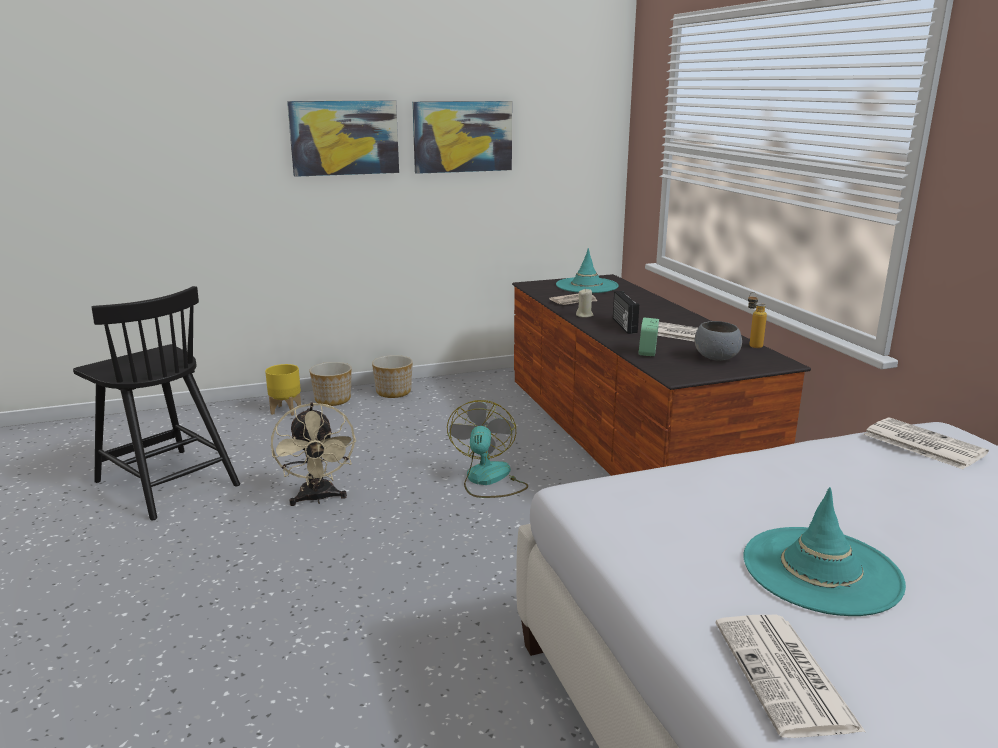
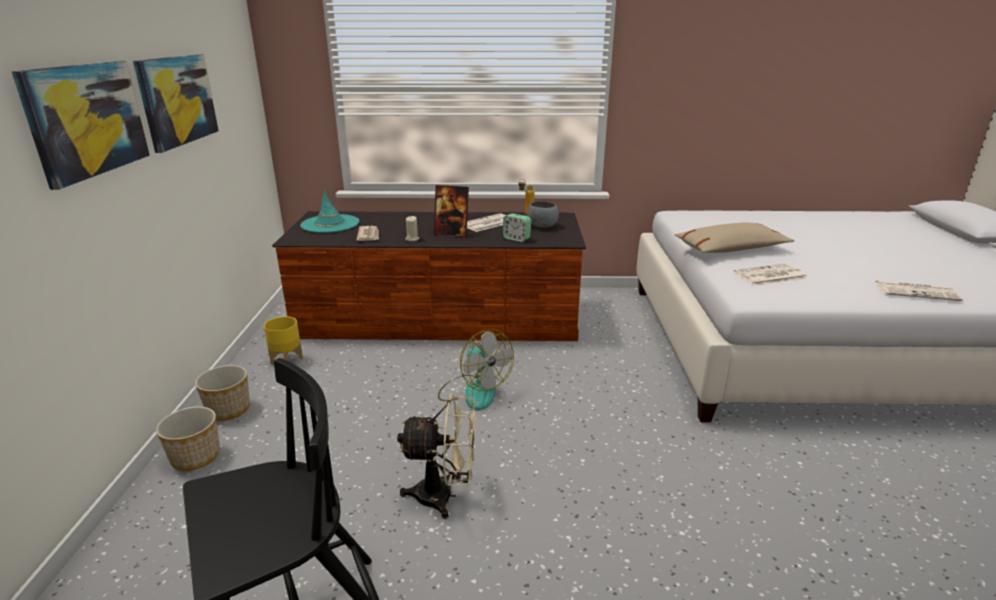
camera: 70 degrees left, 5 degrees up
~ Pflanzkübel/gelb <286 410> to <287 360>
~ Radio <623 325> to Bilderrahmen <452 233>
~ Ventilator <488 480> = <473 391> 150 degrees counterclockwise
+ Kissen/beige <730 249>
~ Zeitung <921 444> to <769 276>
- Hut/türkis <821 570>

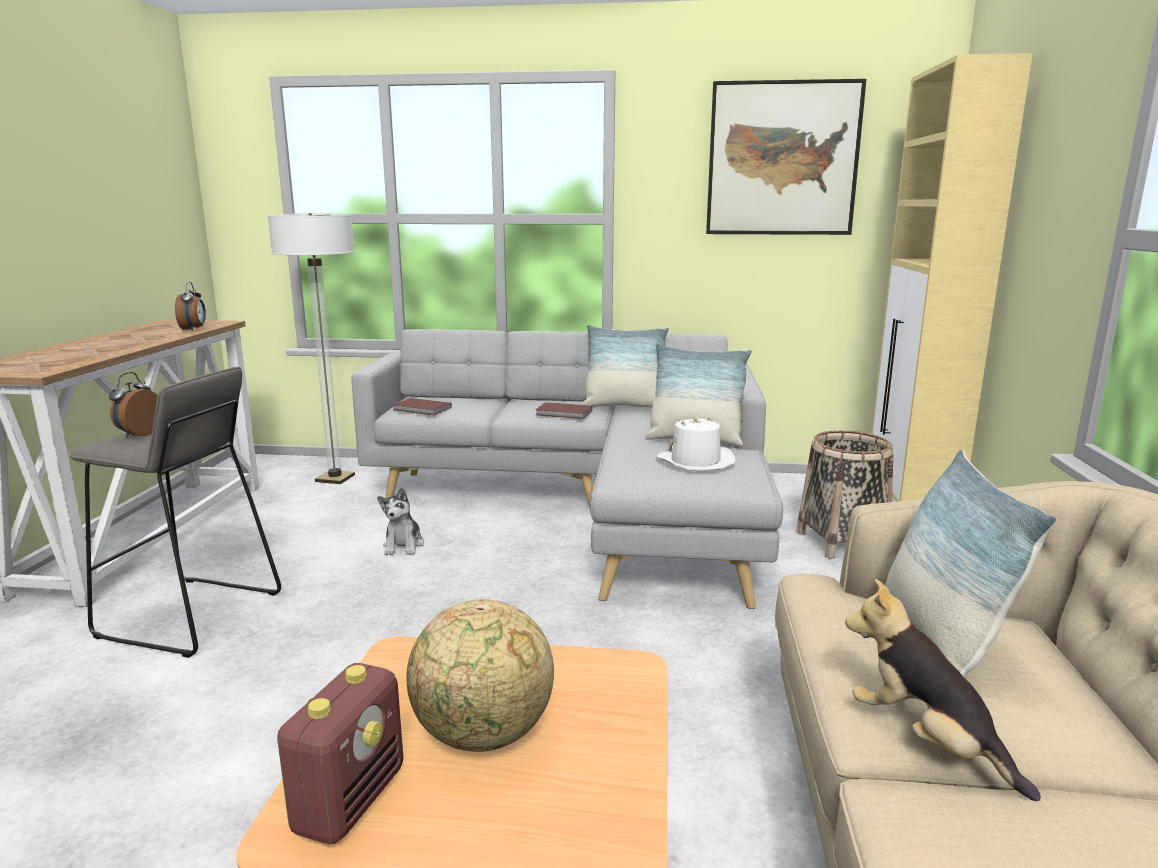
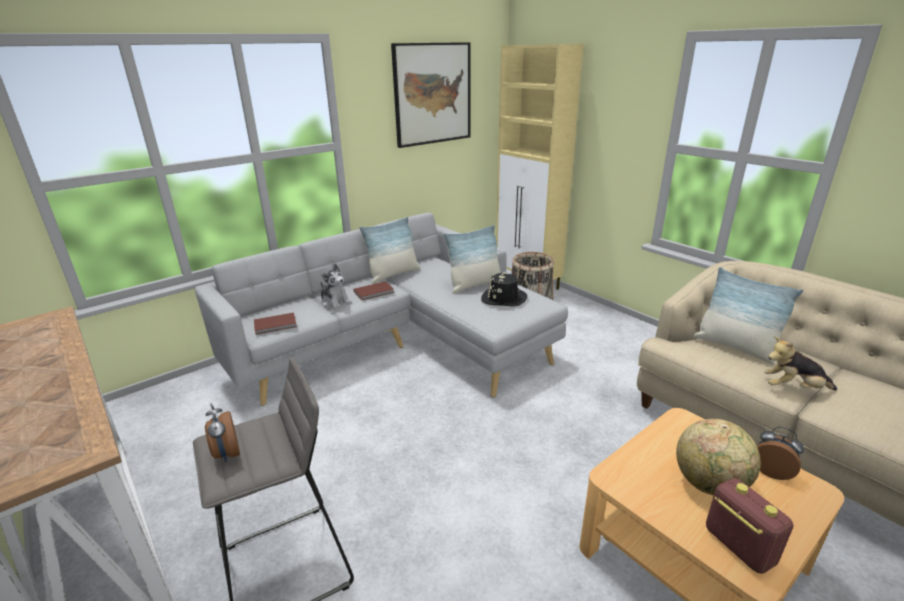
camera: 45 degrees left, 10 degrees up
~ Plüschtier <403 545> to <335 302>
~ Hut/weiß <695 461> to Hut/schwarz <503 298>
~ Wecker <194 329> to <771 471>
- Stehlampe <335 479>

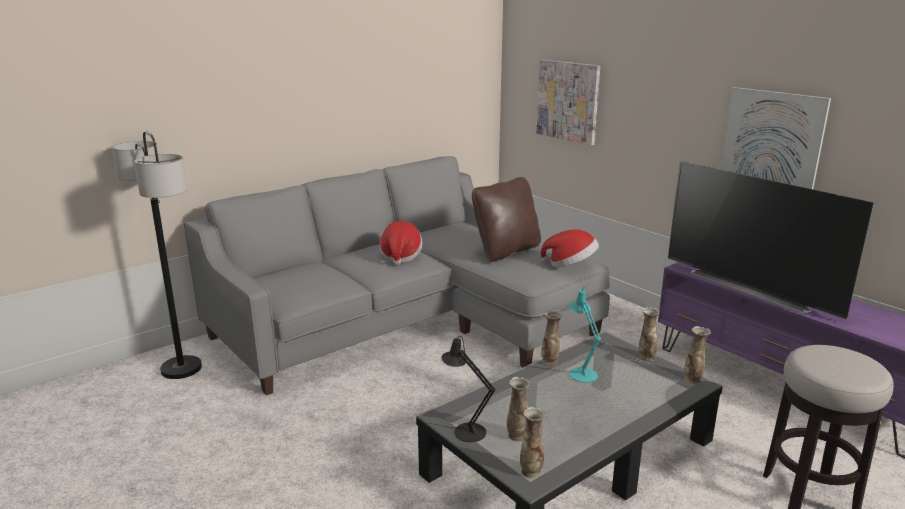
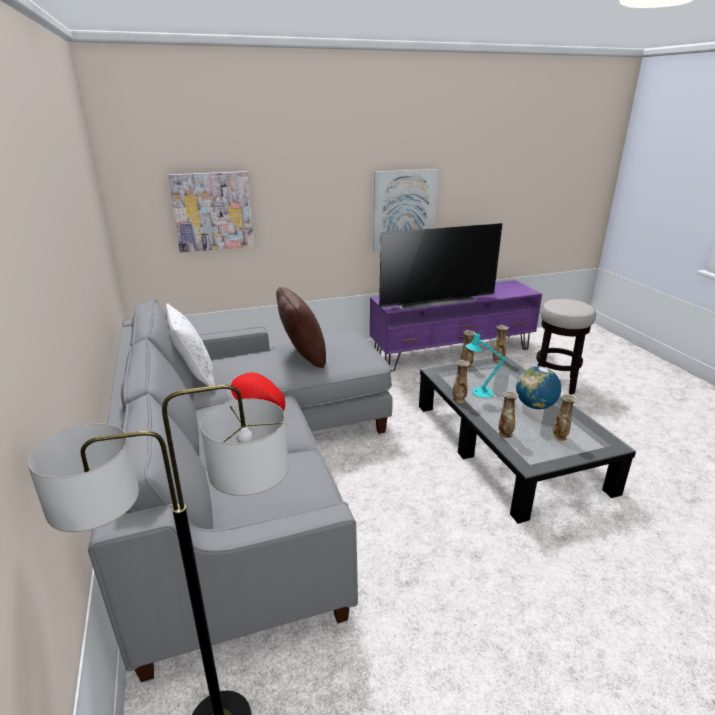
camera: 70 degrees left, 5 degrees up
+ Kissen/weiß <195 377>
~ Vase <531 471> to <505 434>
+ Globus <535 406>
- Tischlampe/schwarz <466 430>
- Hut <570 265>

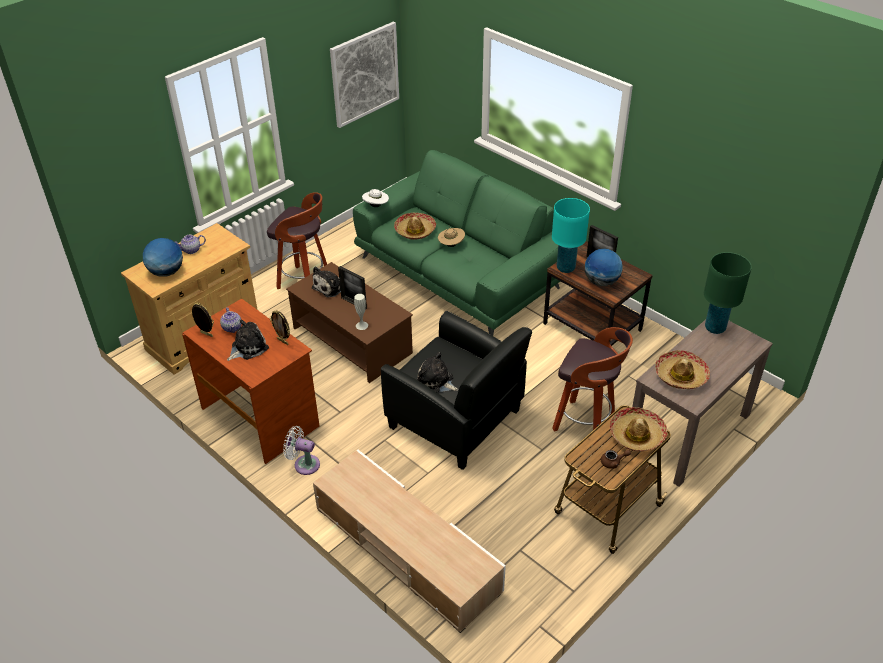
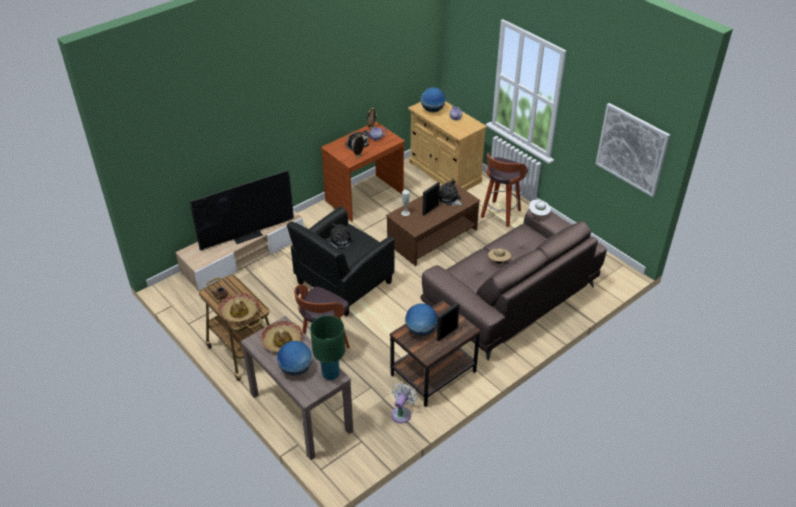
camera: 95 degrees right, 0 degrees up
+ Fernseher <247 235>
+ Globus <295 369>
~ Ventilator/weiß <304 464> to <402 413>
~ Sofa/grün <459 273> to Sofa/braun <510 298>
- Hut <415 230>
- Tischlampe/türkis <565 268>

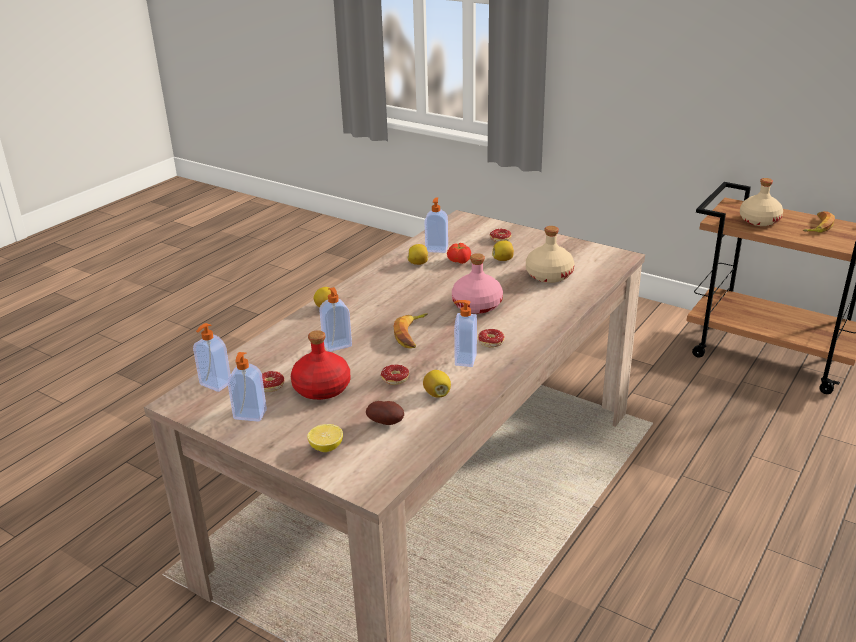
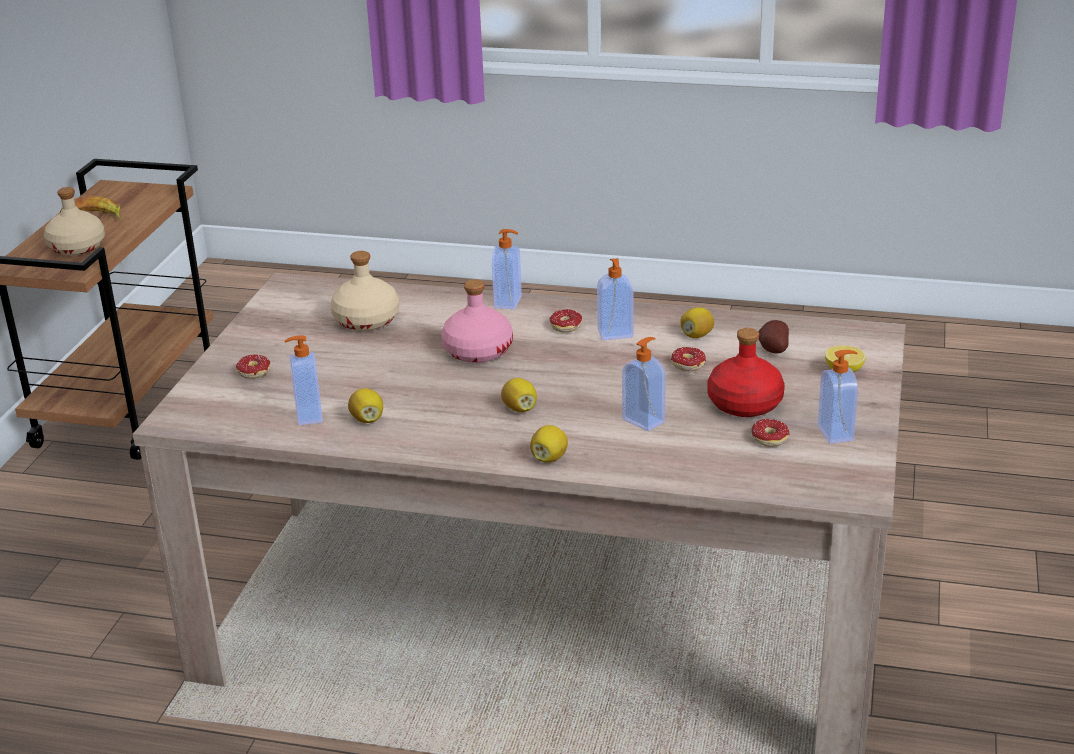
camera: 110 degrees left, 0 degrees up
~ Seifenspender <215 384> to <509 302>
~ Zitrone <503 259> to <519 409>
- Banane <411 334>
- Tomate <459 261>

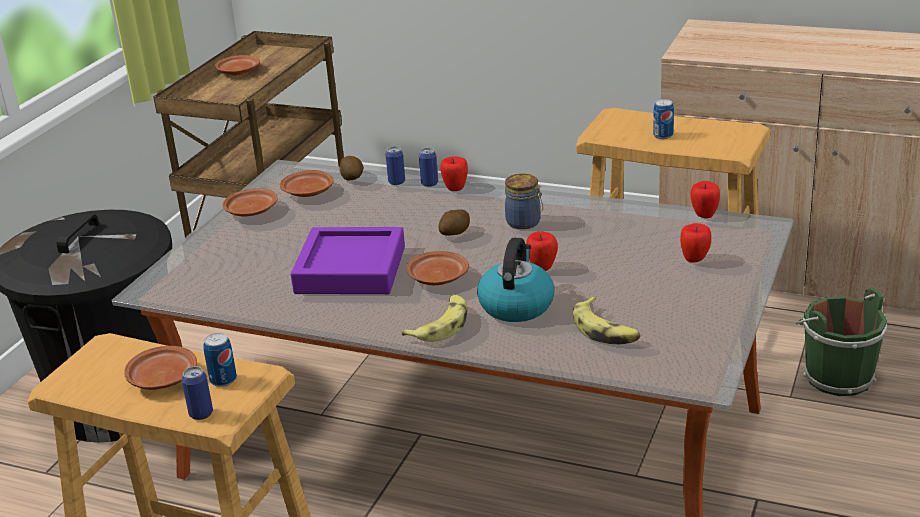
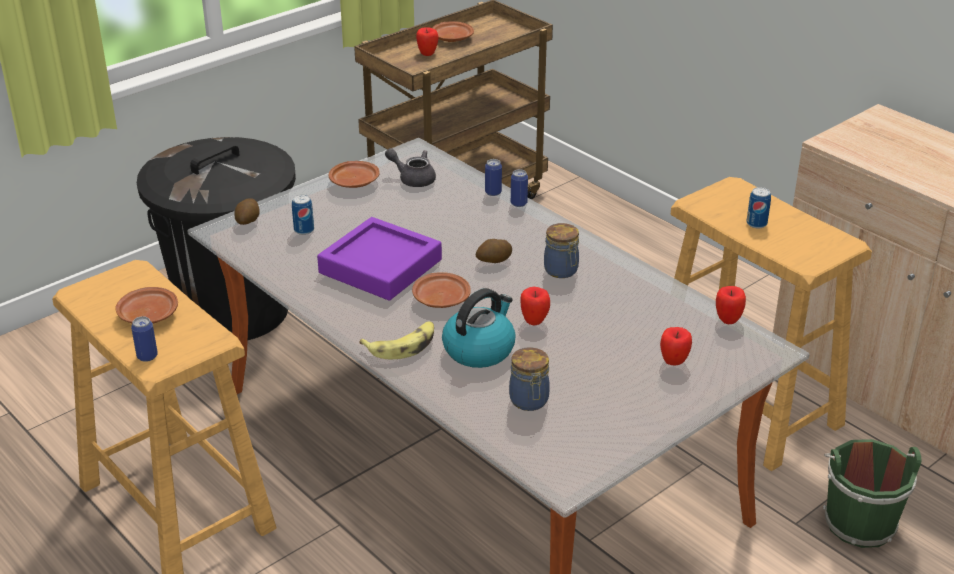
camera: 25 degrees right, 5 degrees up
~ Kartoffel <352 178> to <248 221>
~ Dose <223 380> to <304 230>
~ Teller/braun <308 192> to Teekanne/grau <413 179>
~ Apfel <455 188> to <427 53>
~ Banane <605 330> to Vorratsglas <529 401>

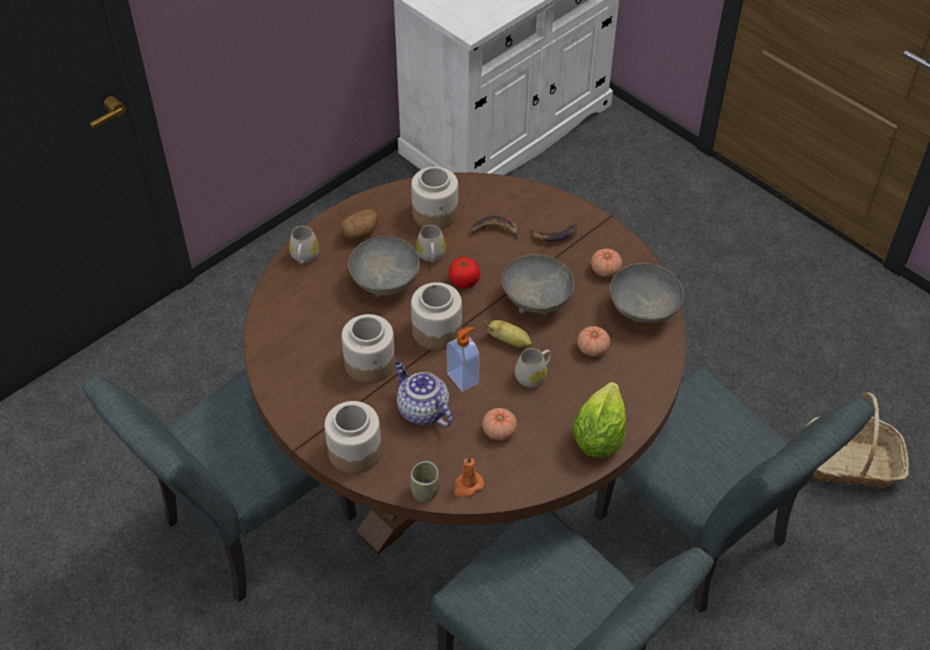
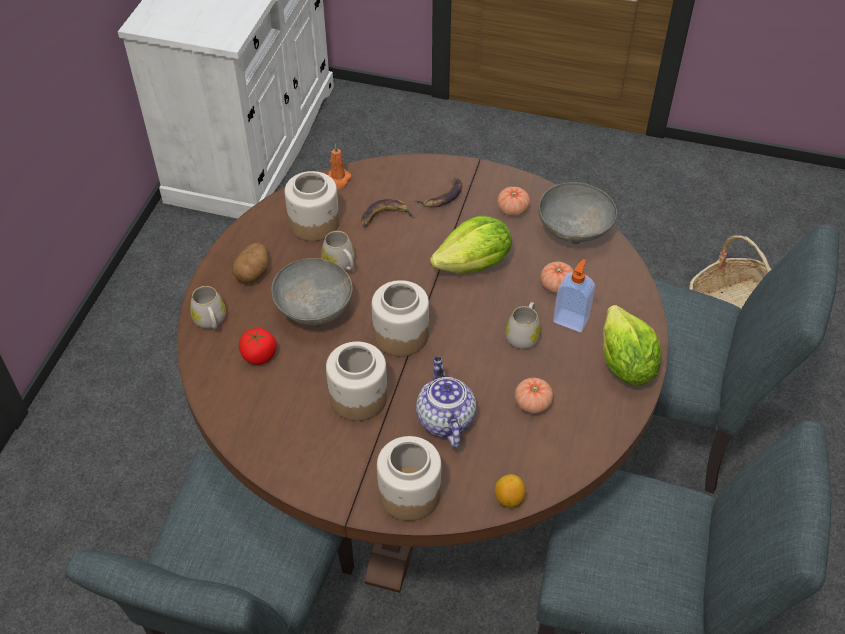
camera: 30 degrees left, 0 degrees up
~ Tomate <464 281> to <259 355>
~ Kerze/orange <467 486> to <338 180>
~ Teekanne <422 410> = <444 419> 60 degrees clockwise
~ Schüssel/grau <537 302> to Salatkopf <474 265>
~ Tasse <425 492> to Zitrone <509 499>
~ Seifenspender <463 378> to <571 319>
- Banane <509 341>

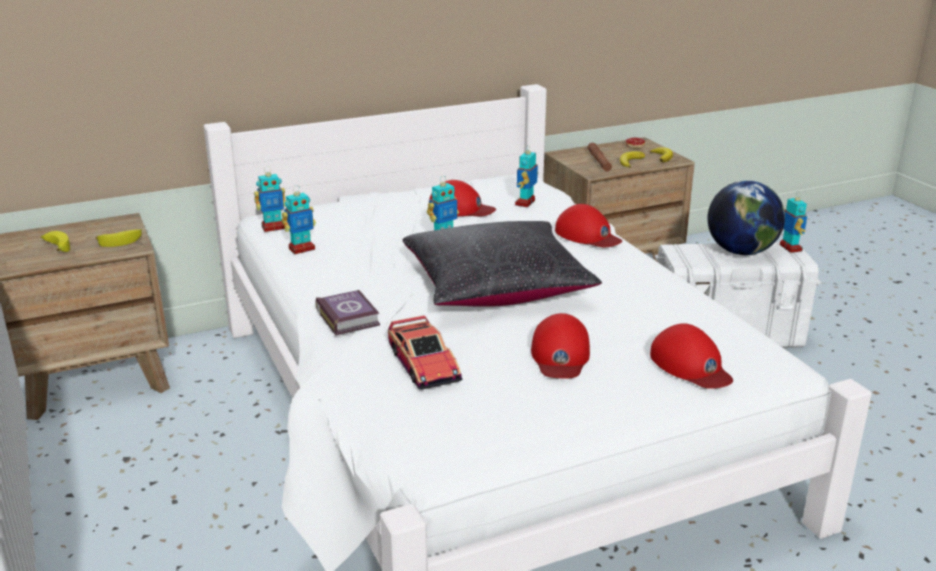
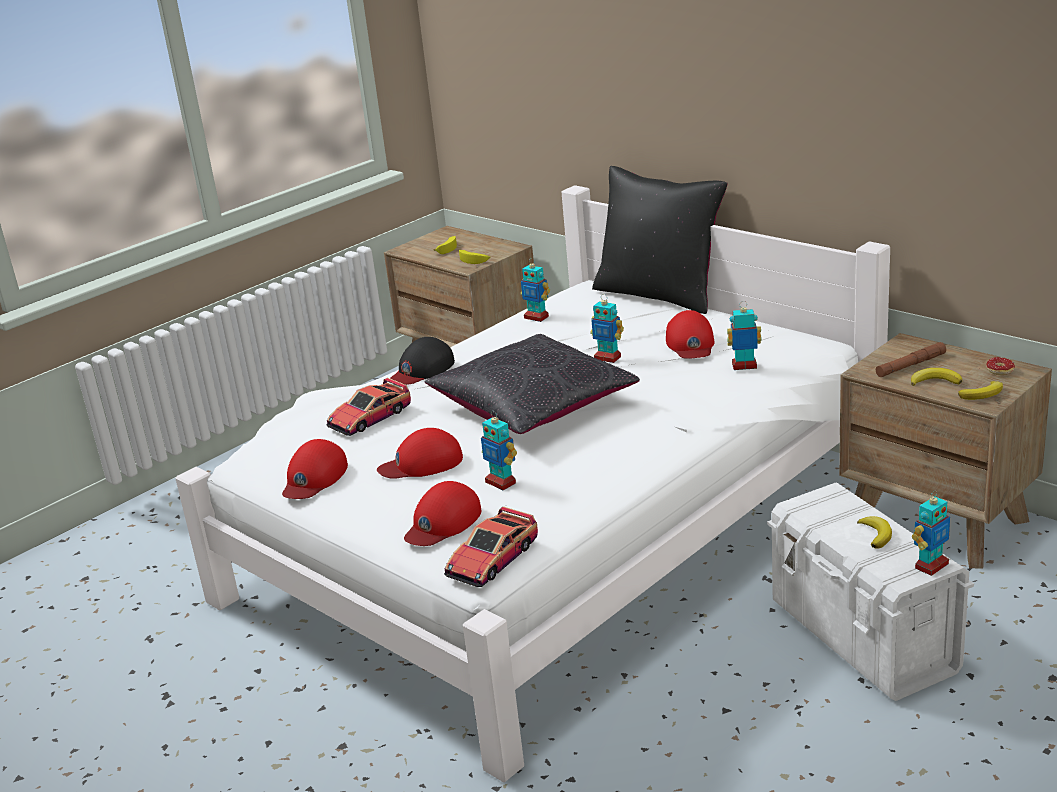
camera: 70 degrees right, 0 degrees up
~ Kappe/rot <587 235> to <314 478>
~ Buch <348 317> to Kappe/schwarz <422 369>
+ Spielzeugauto <492 559>
~ Spielzeugroboter <273 227> to <501 482>
+ Kissen/schwarz <659 294>
~ Globus <741 251> to Banane <876 534>

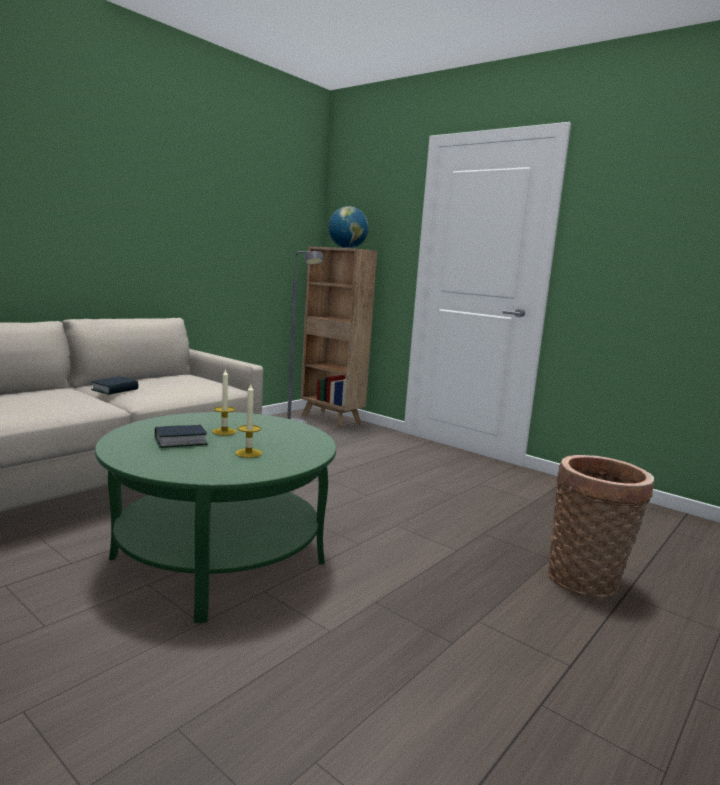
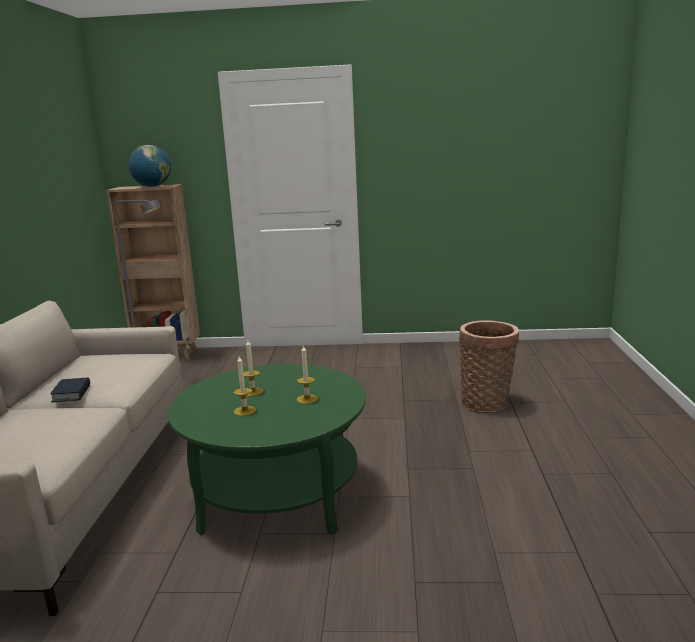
camera: 35 degrees left, 5 degrees up
~ Buch <180 441> to Kerze <245 411>

